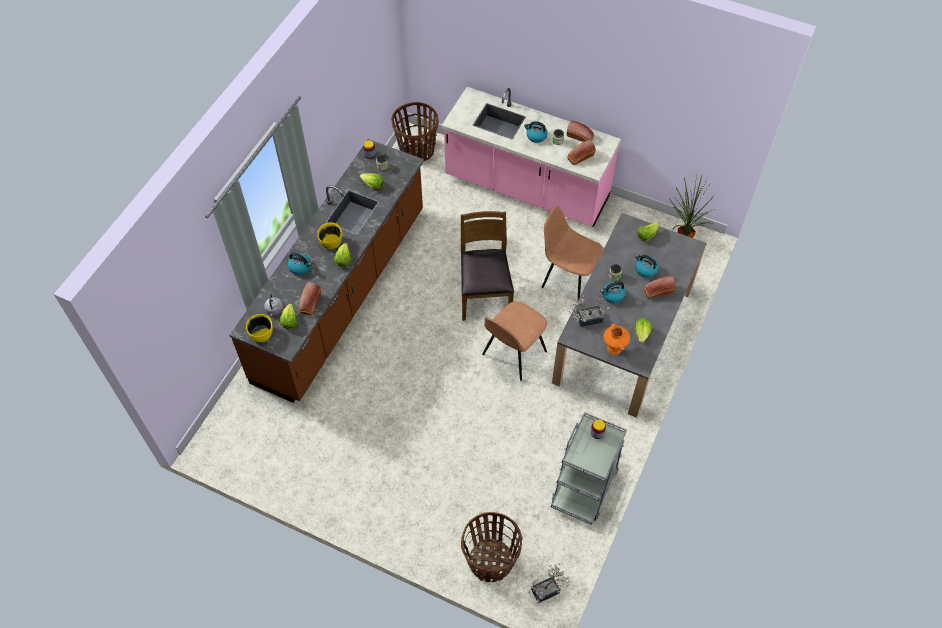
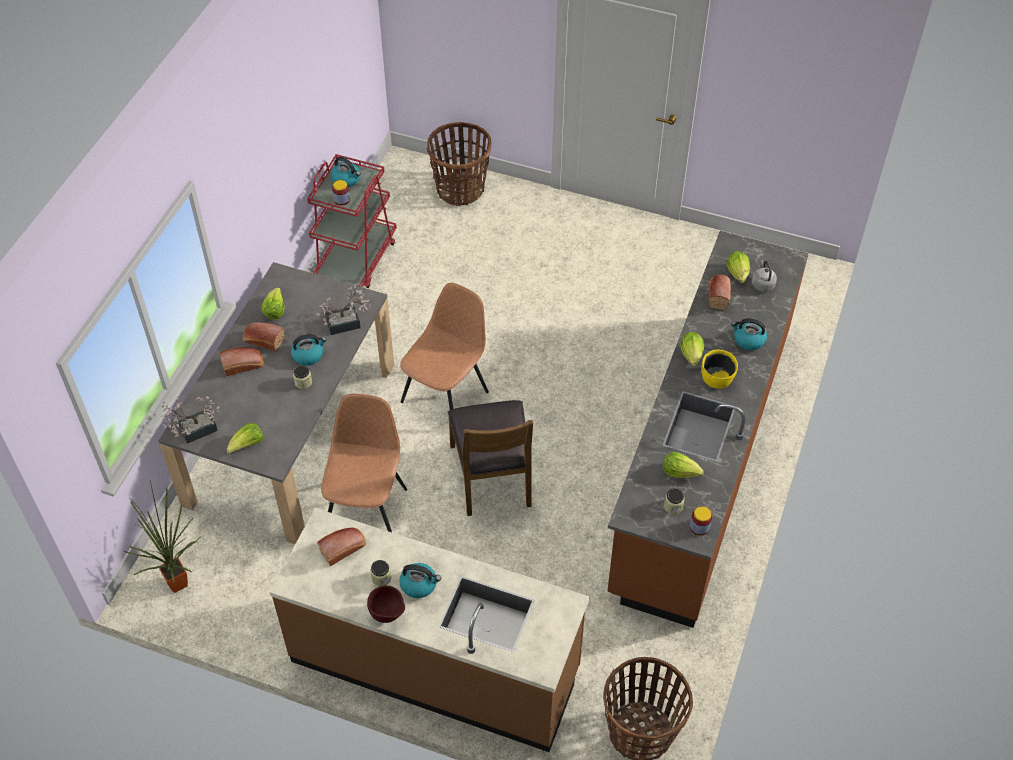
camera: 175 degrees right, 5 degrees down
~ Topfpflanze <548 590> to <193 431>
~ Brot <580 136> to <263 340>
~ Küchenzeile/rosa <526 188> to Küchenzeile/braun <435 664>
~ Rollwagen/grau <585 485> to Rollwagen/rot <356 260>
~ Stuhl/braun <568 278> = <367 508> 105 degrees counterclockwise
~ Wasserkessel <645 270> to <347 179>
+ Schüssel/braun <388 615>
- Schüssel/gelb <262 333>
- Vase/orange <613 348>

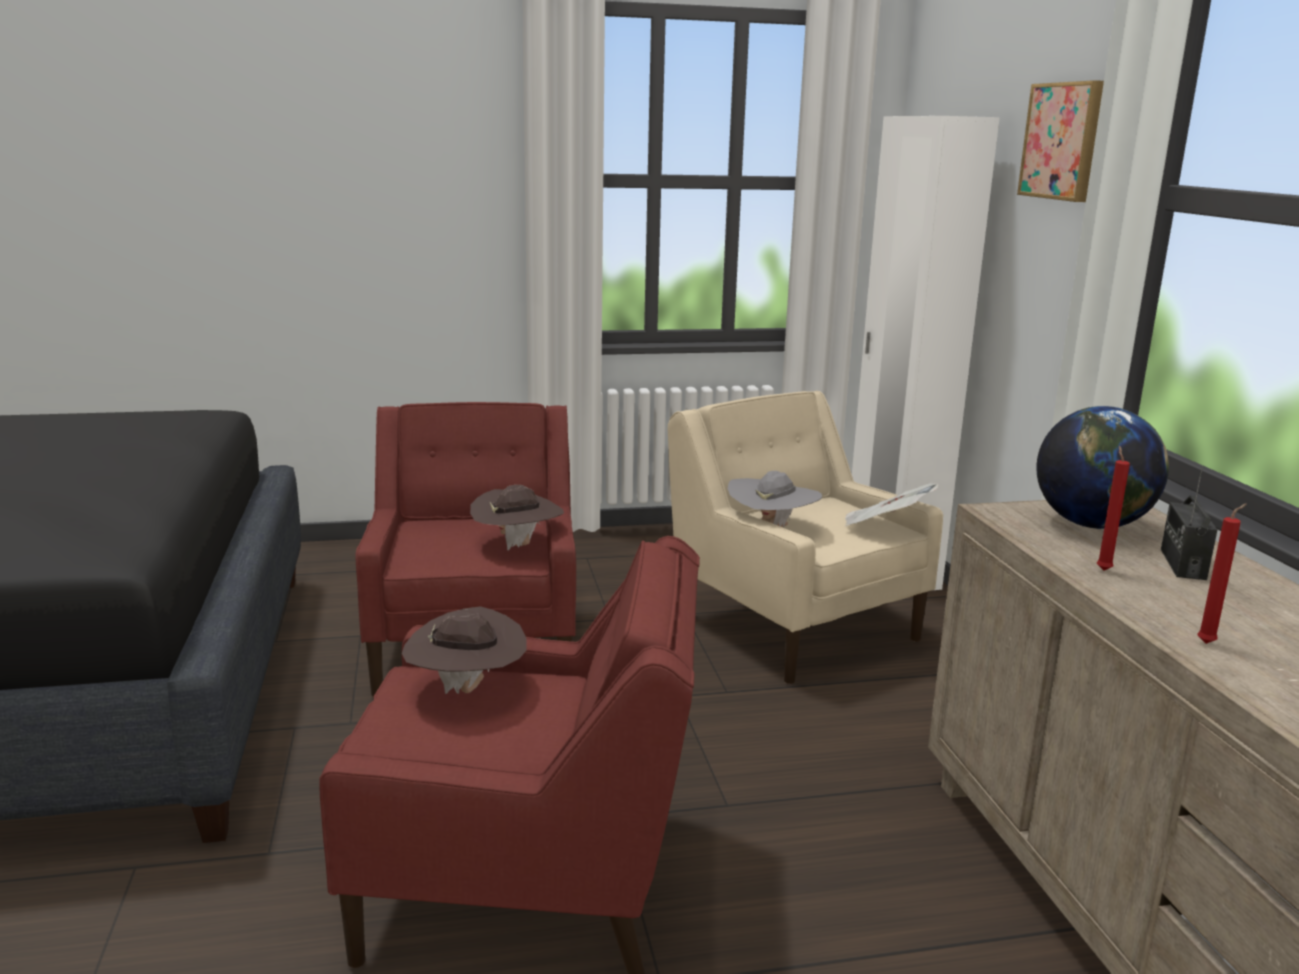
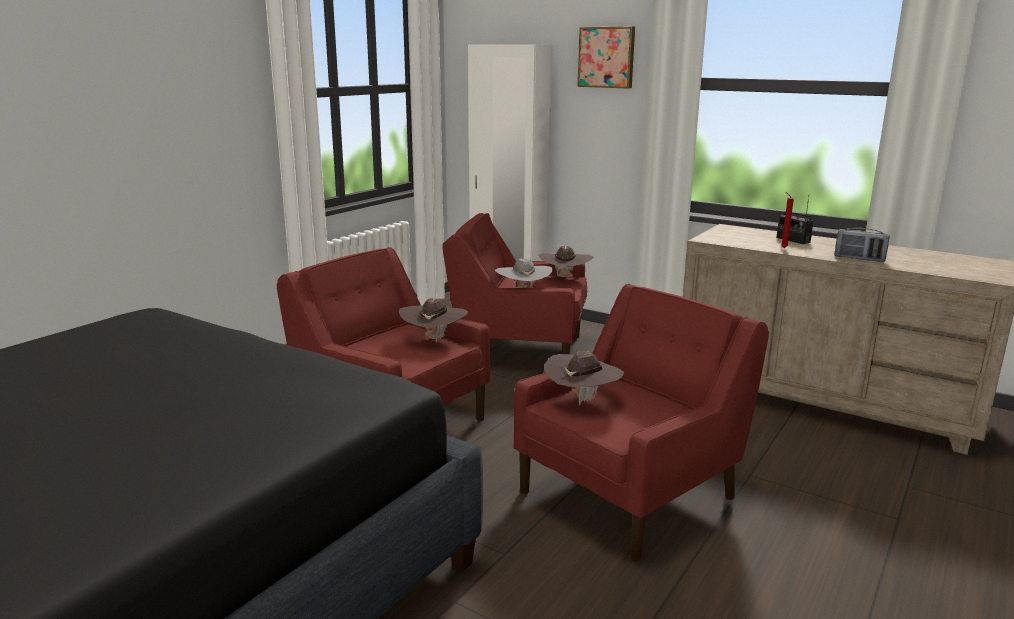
camera: 45 degrees left, 0 degrees up
~ Sessel/beige <793 624> to Sessel/rot <518 351>
~ Zeitung <884 527> to Hut/braun <564 278>
~ Kerze/rot <1208 643> to Radio <859 259>
- Globus <1091 525>

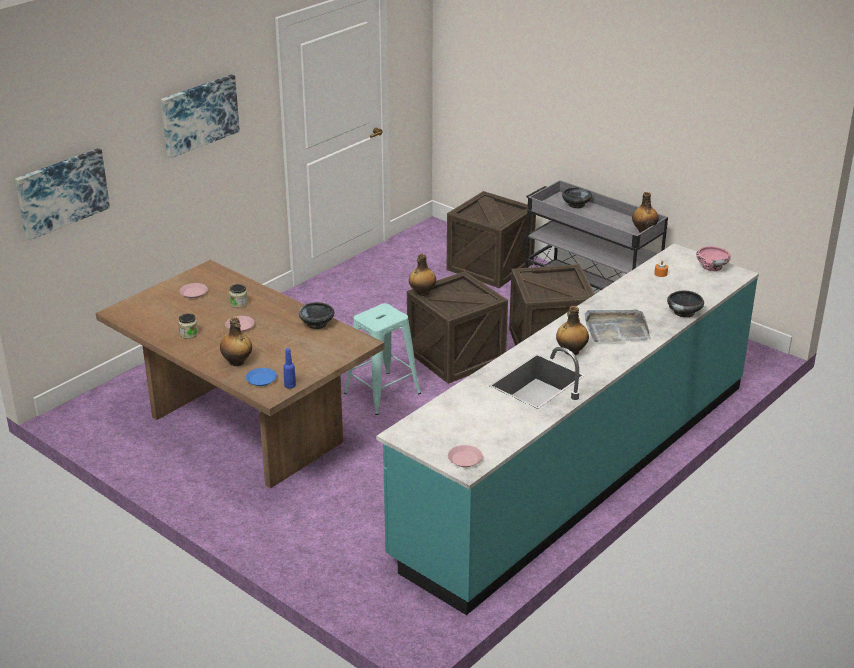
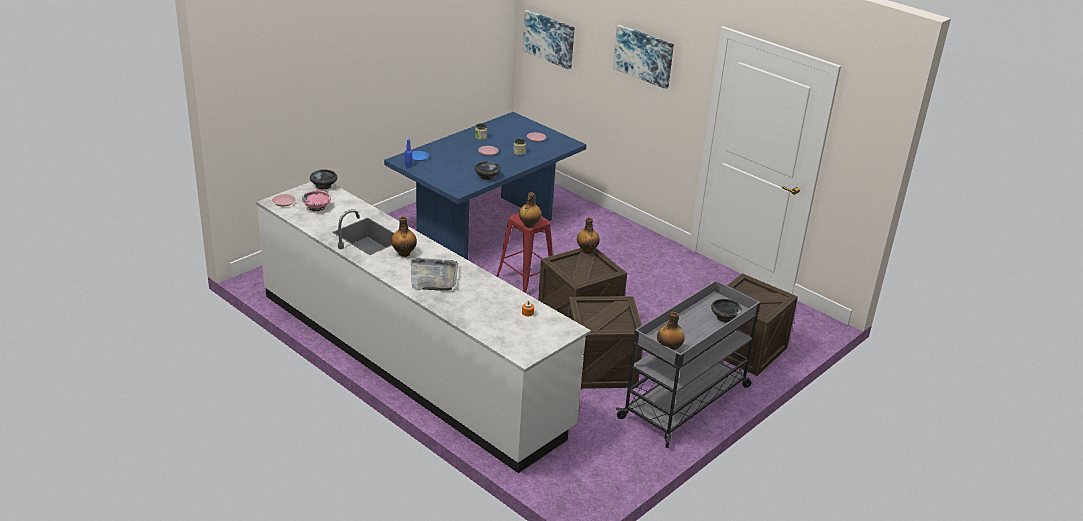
camera: 90 degrees right, 0 degrees up
~ Küchenzeile/türkis <577 467> to Küchenzeile/weiß <411 359>
~ Schüssel/rosa <712 266> to <317 207>
~ Schüssel/schwarz <684 312> to <324 186>
~ Esstisch/braun <245 429> to Esstisch/blau <485 226>
~ Hocker/türkis <382 393> to Hocker/rot <525 280>
~ Flasche <237 362> to <529 225>

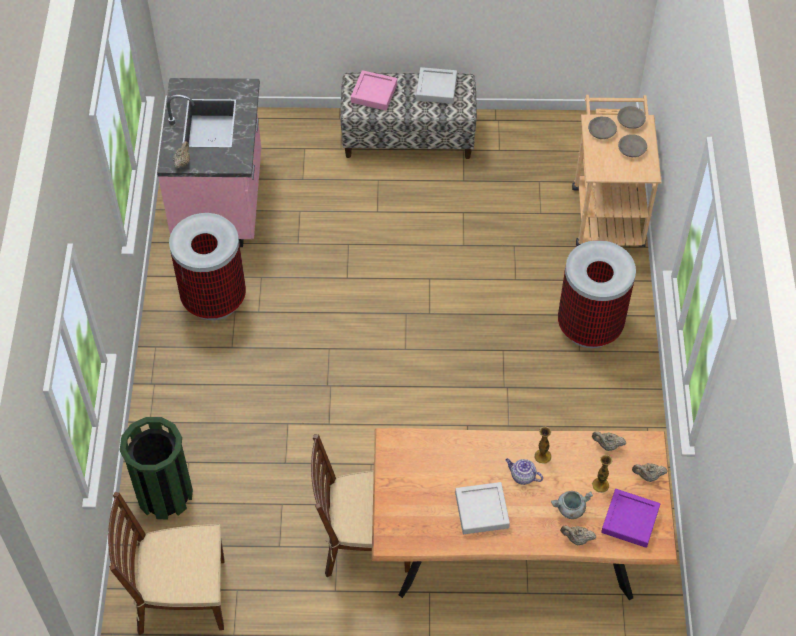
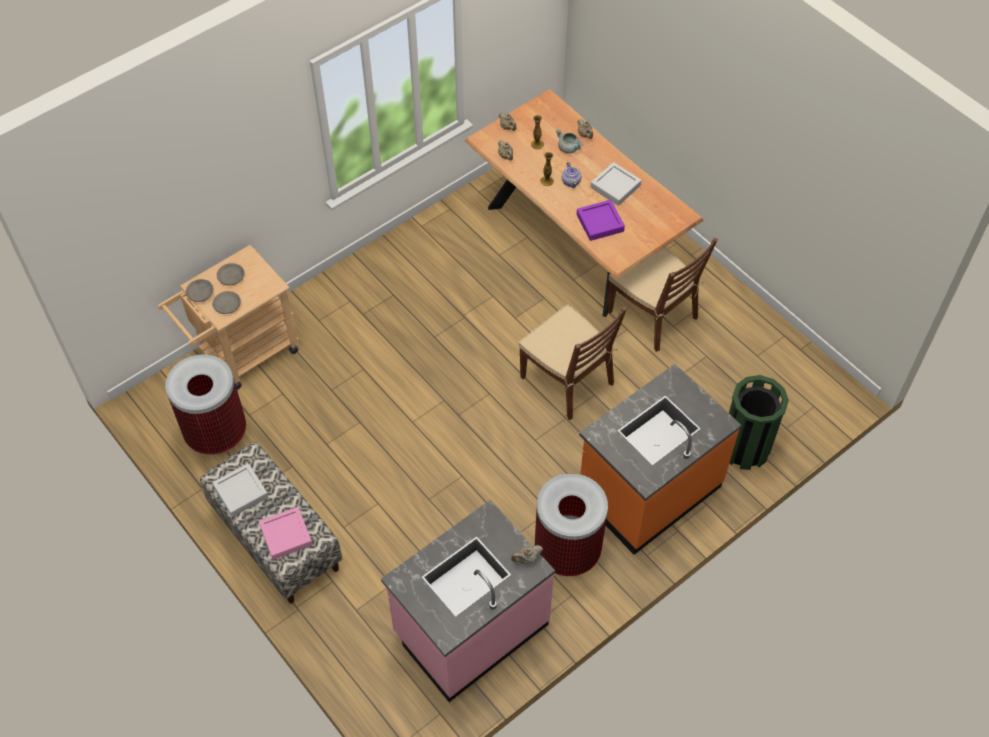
camera: 130 degrees left, 0 degrees up
~ Mülleimer <590 326> to <216 433>
~ Stuhl/braun <180 596> to <568 381>
~ Tablett/lila <630 520> to <600 223>
+ Küchenzeile/orange <648 490>

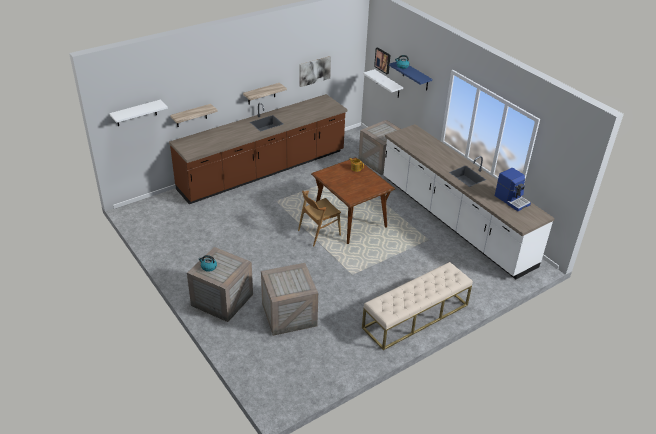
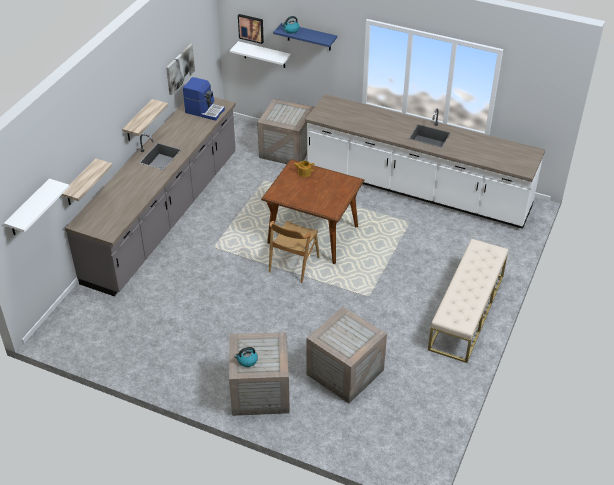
camera: 30 degrees left, 5 degrees up
~ Küchenzeile/braun <263 171> to Küchenzeile/grau <164 216>
~ Kaffeemaschine <512 200> to <204 111>

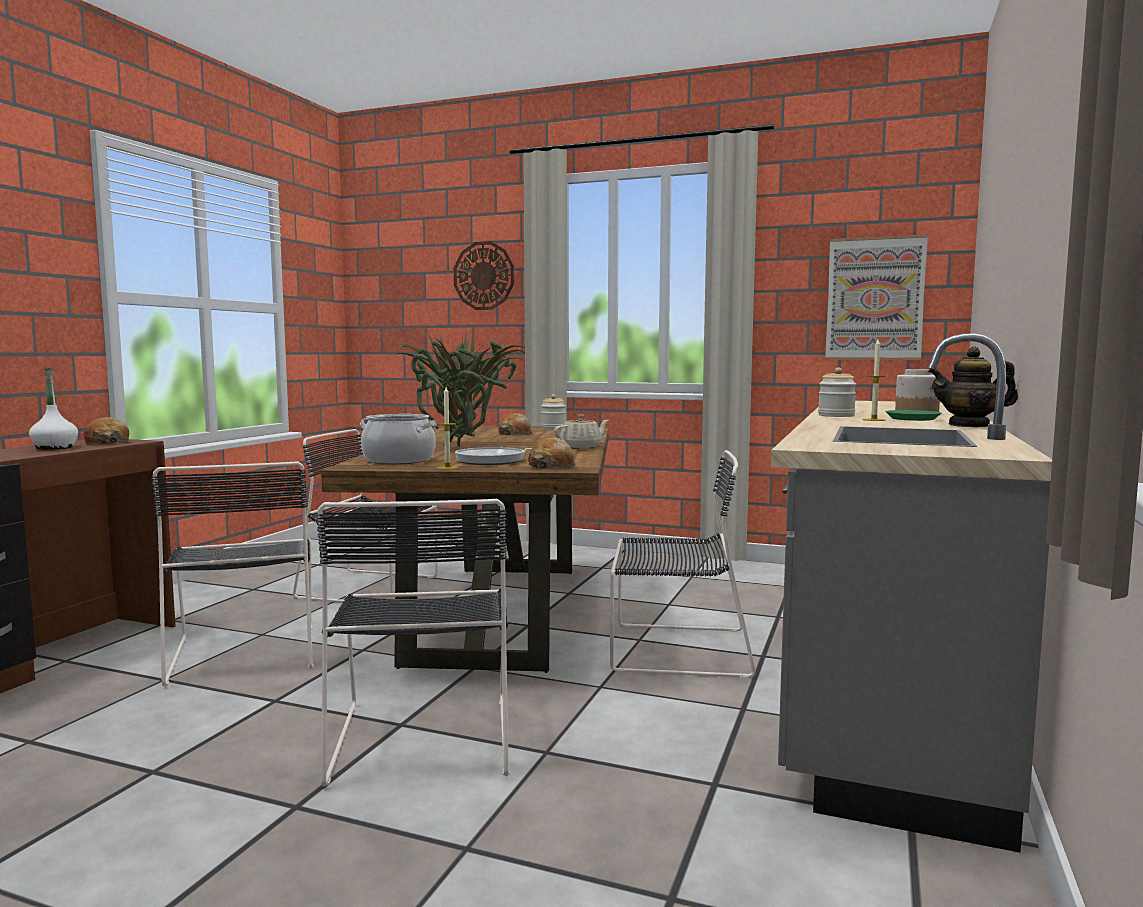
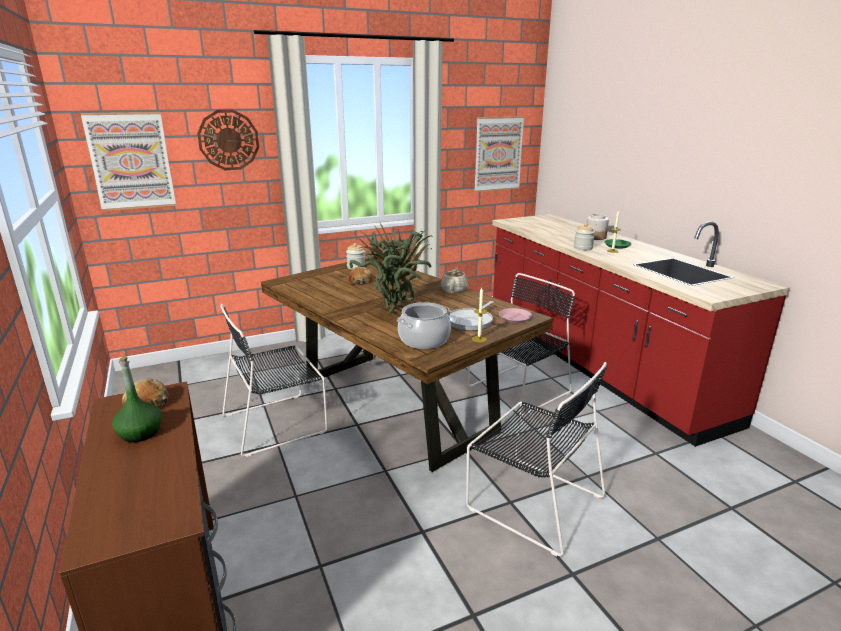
camera: 45 degrees left, 15 degrees up
+ Bild <131 161>
~ Flasche/weiß <54 447> to Flasche/grün <140 433>
~ Küchenzeile/grau <883 667> to Küchenzeile/rot <594 364>
~ Brot <552 466> to Teller/rosa <514 318>
- Stuhl/schwarz <245 651>
- Teekanne <969 425>

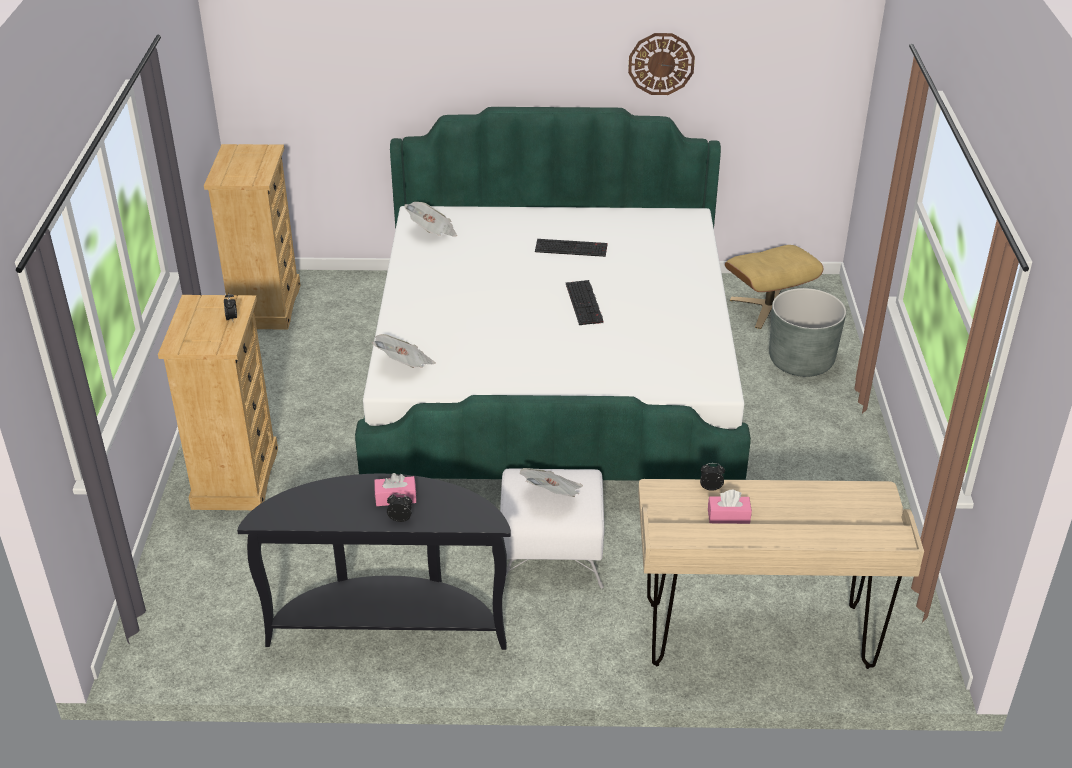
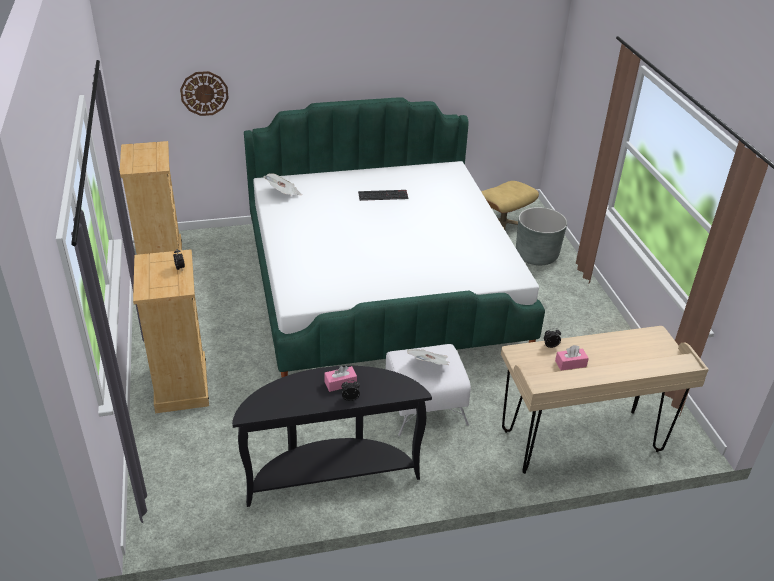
camera: 15 degrees left, 0 degrees up
~ Wanduhr <661 63> to <204 93>
- Zeitung <405 364>
- Tastatur <585 303>

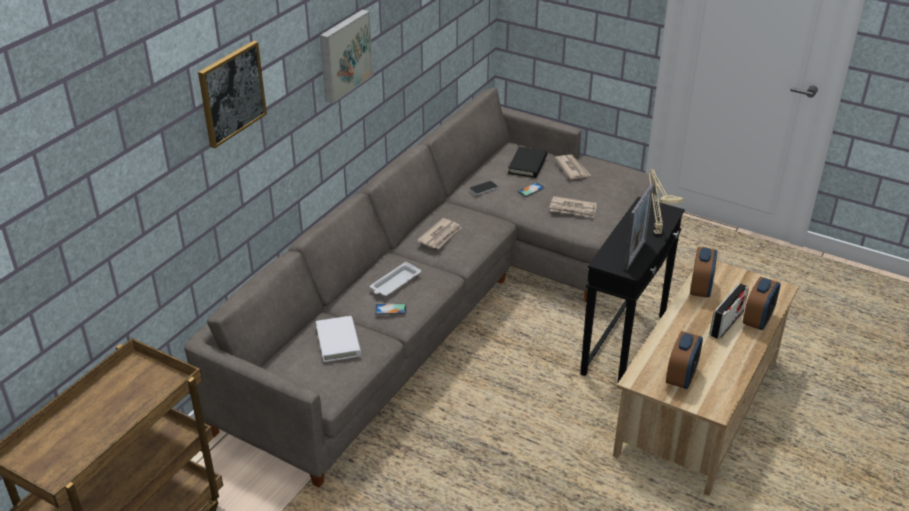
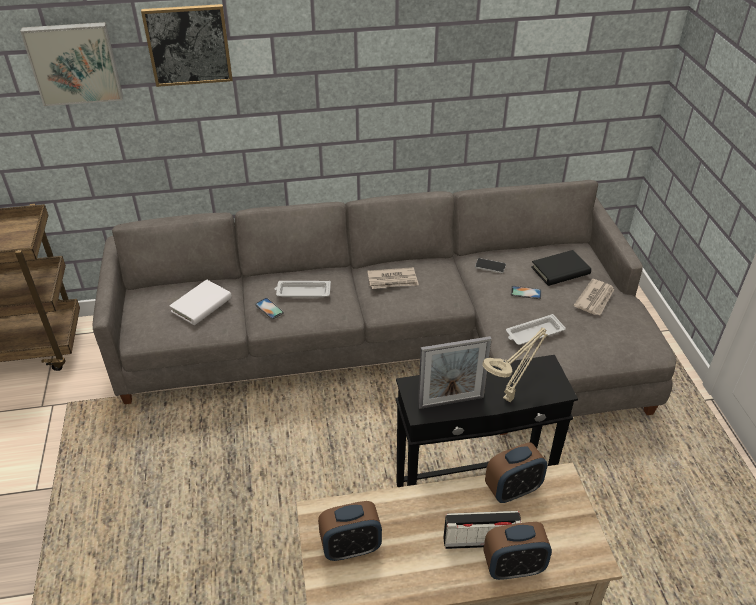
camera: 50 degrees right, 5 degrees up
~ Bild <343 55> to <74 63>
~ Zeitung <573 209> to Tablett/weiß <533 333>

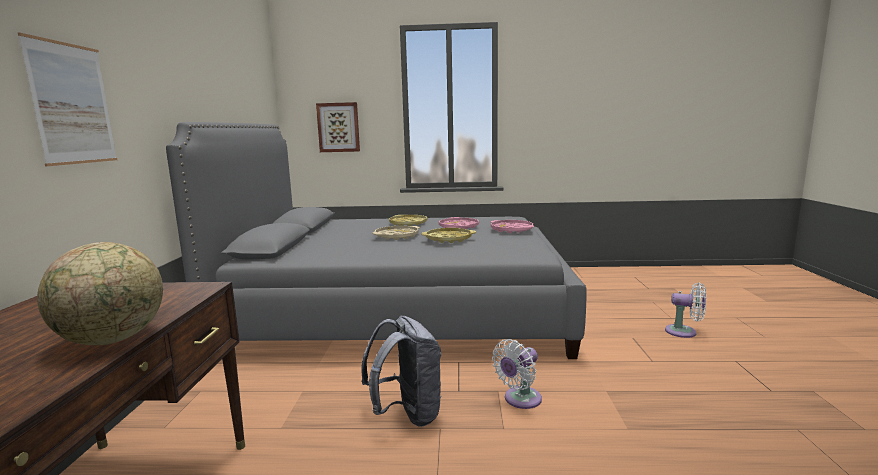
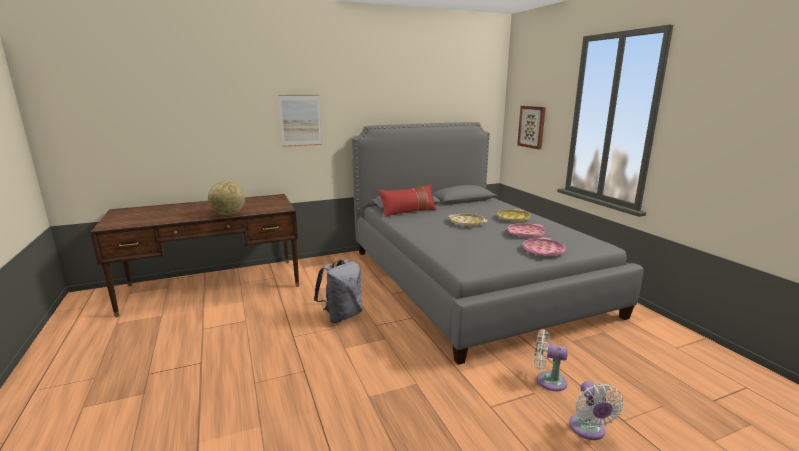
camera: 65 degrees right, 5 degrees up
+ Kissen/rot <408 212>
~ Ventilator/weiß <520 400> to <547 380>
- Tablett/gelb <448 239>

